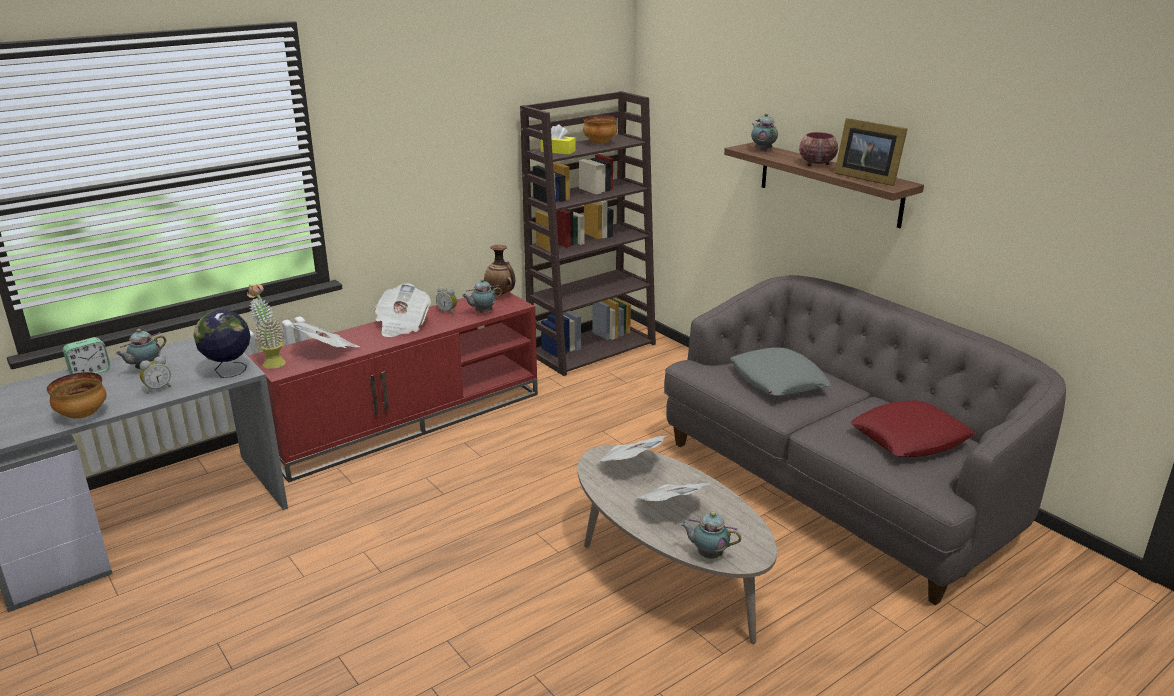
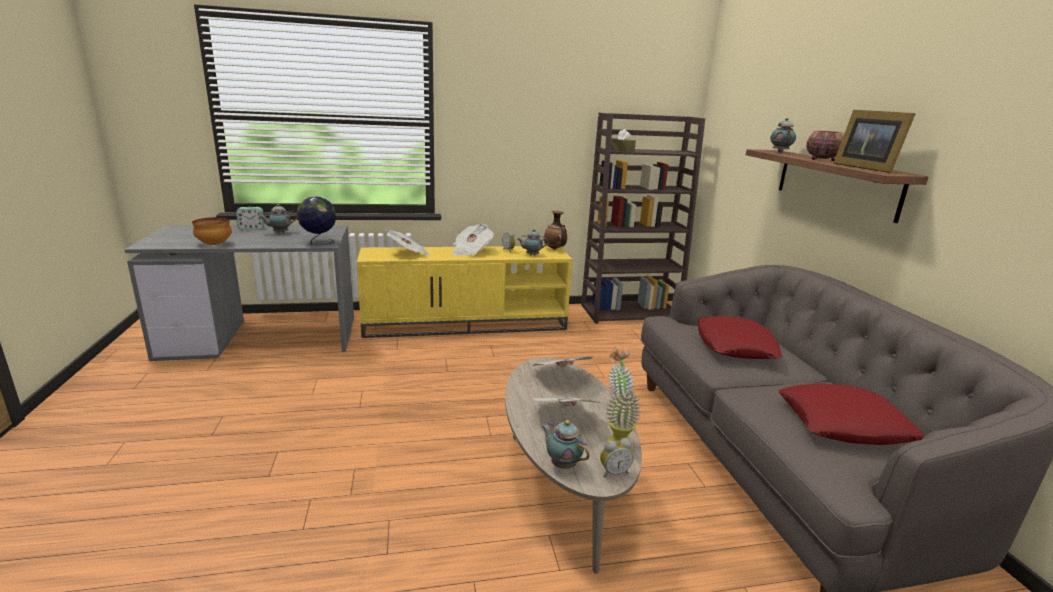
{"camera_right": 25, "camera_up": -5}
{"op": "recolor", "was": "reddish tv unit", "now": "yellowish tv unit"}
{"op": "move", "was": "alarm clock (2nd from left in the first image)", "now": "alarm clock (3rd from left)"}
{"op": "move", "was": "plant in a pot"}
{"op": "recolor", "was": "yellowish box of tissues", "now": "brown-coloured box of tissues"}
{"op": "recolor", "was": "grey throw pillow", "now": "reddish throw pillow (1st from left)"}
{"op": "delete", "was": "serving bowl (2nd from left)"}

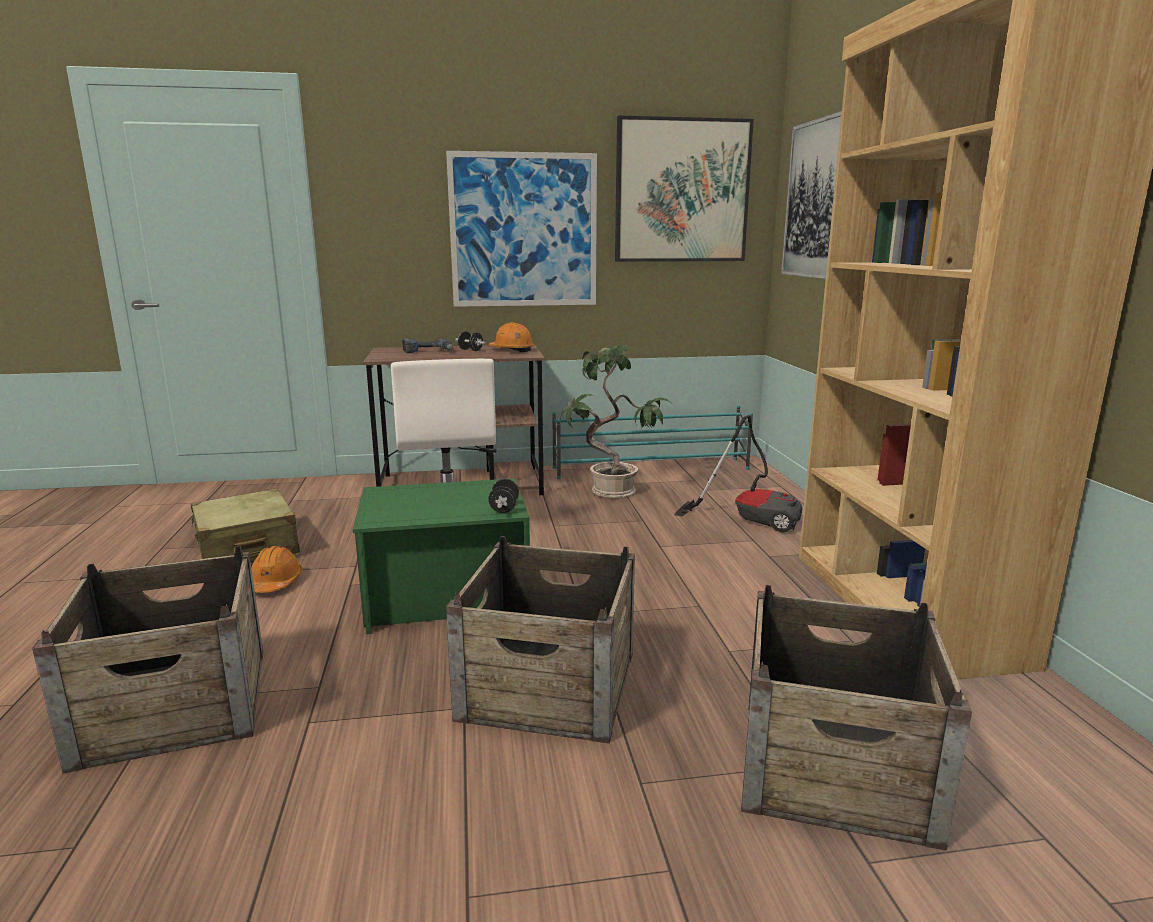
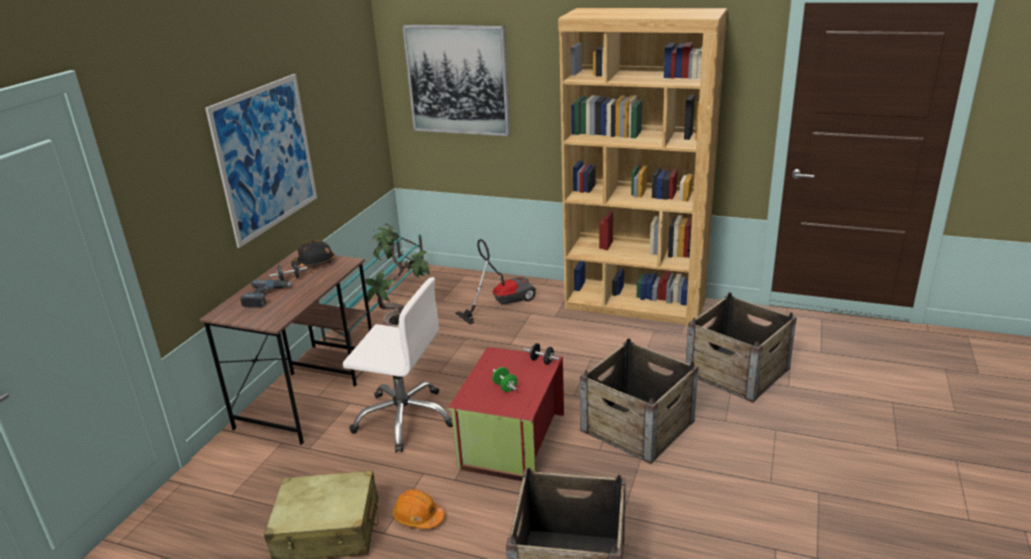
{"camera_right": -60, "camera_up": 10}
{"op": "recolor", "was": "orange-coloured safety helmet (2nd from left)", "now": "black-coloured safety helmet"}
{"op": "recolor", "was": "greenish storage box", "now": "reddish storage box"}
{"op": "insert", "now": "greenish dumbbell"}
{"op": "delete", "was": "wall picture (2nd from left)"}

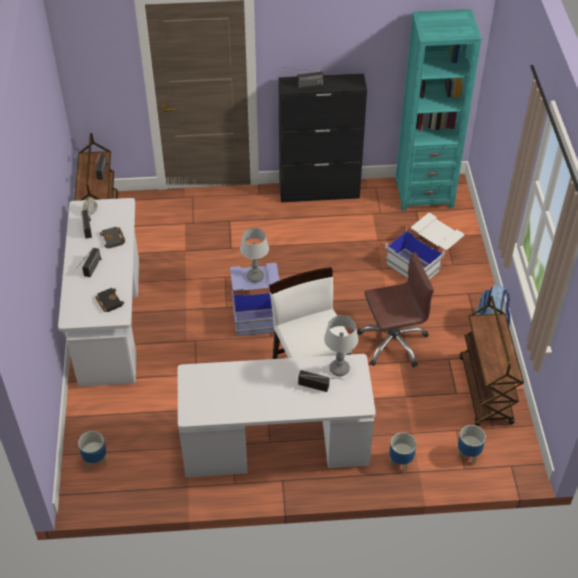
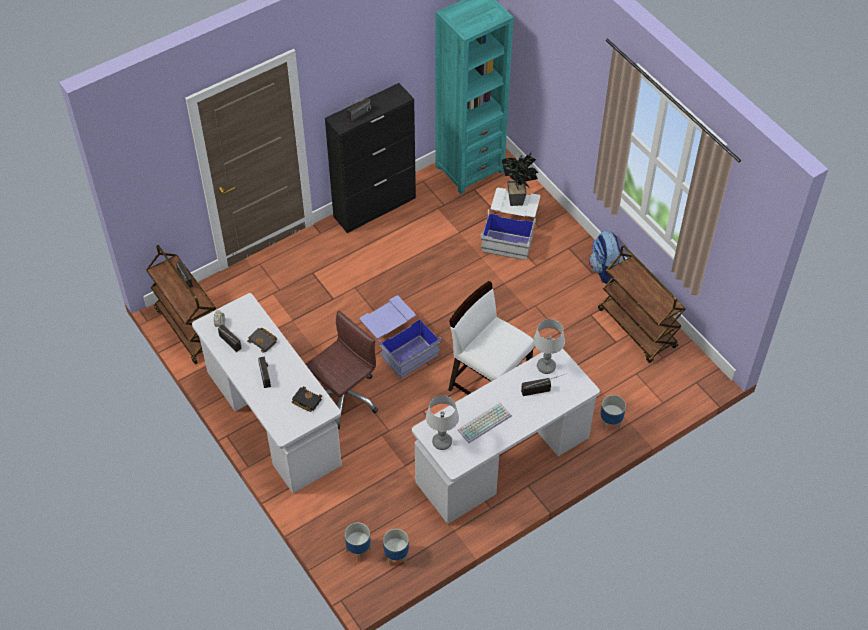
{"camera_right": -30, "camera_up": 5}
{"op": "move", "was": "brown-coloured desk chair"}
{"op": "move", "was": "planter (3rd from left in the first image)", "now": "planter (2nd from left)"}
{"op": "move", "was": "table lamp (1st from left)"}
{"op": "insert", "now": "keyboard"}
{"op": "insert", "now": "plant in a pot"}

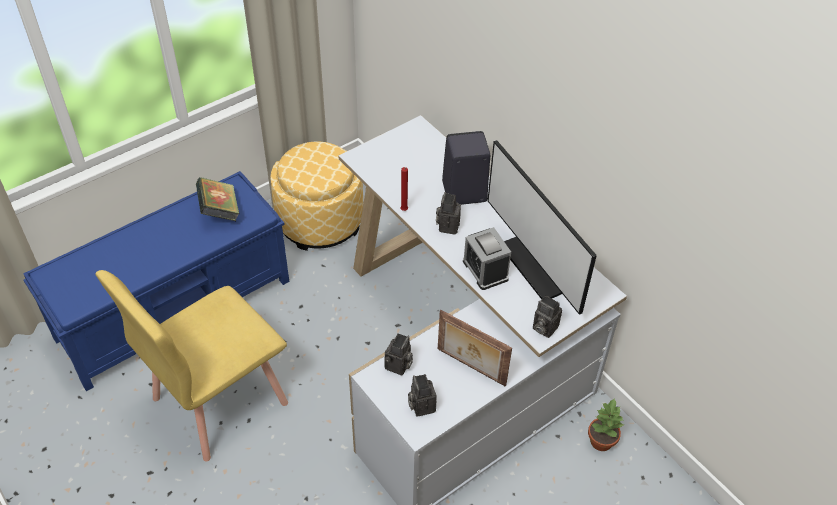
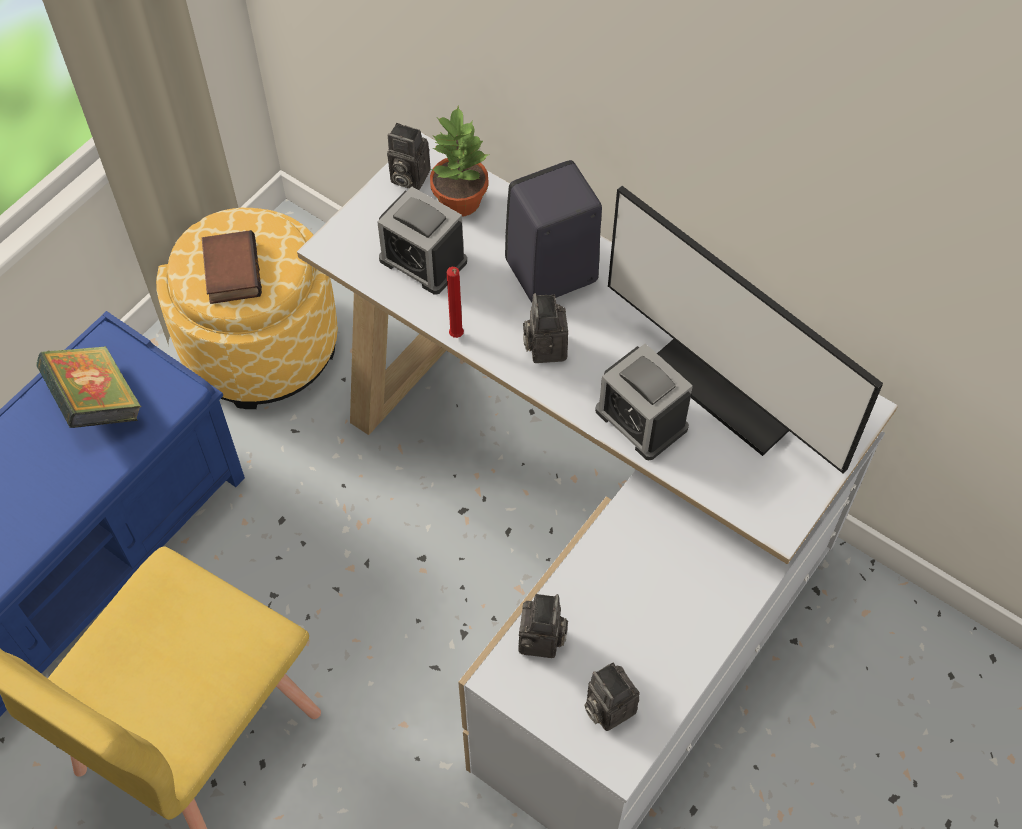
{"camera_right": -15, "camera_up": 10}
{"op": "insert", "now": "bound book (2nd from left)"}
{"op": "insert", "now": "alarm clock (1st from left)"}
{"op": "move", "was": "still camera (4th from left in the first image)", "now": "still camera (1st from left)"}
{"op": "move", "was": "plant in a pot"}
{"op": "delete", "was": "standing frame"}

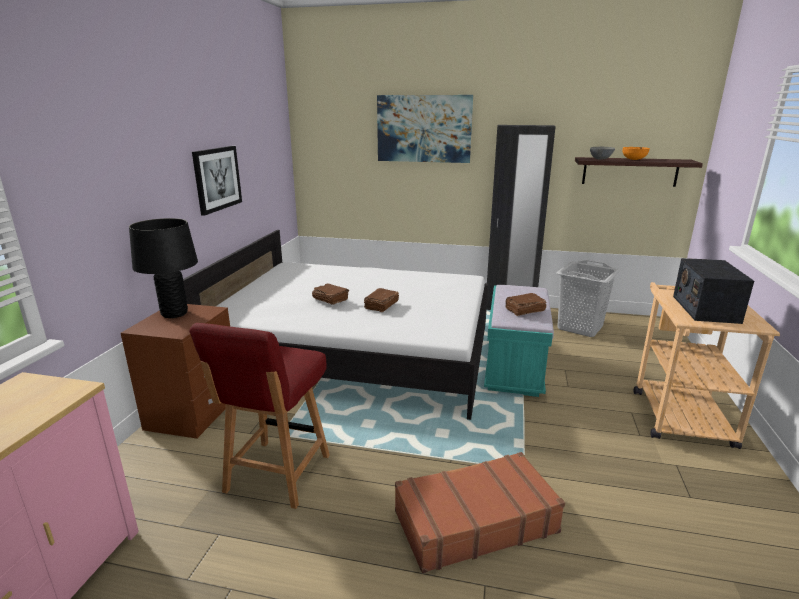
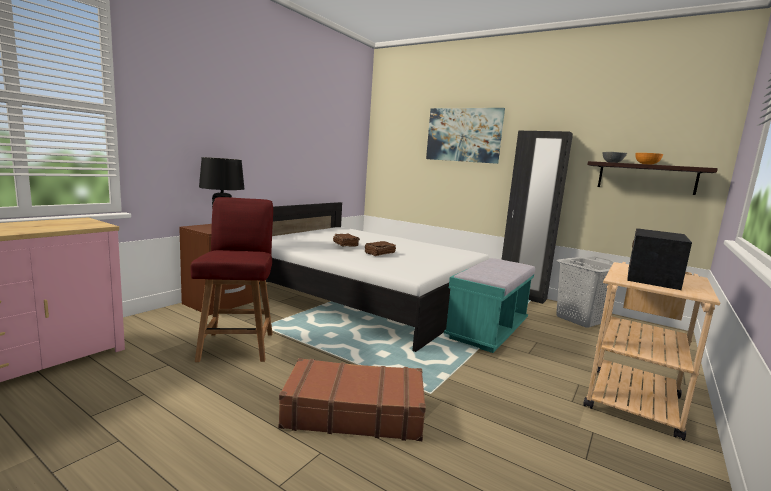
{"camera_right": 20, "camera_up": -10}
{"op": "rotate", "was": "reddish upright chair", "clockwise": 135}
{"op": "delete", "was": "wall picture (1st from left)"}
{"op": "delete", "was": "brown-coloured bound book (3rd from left)"}

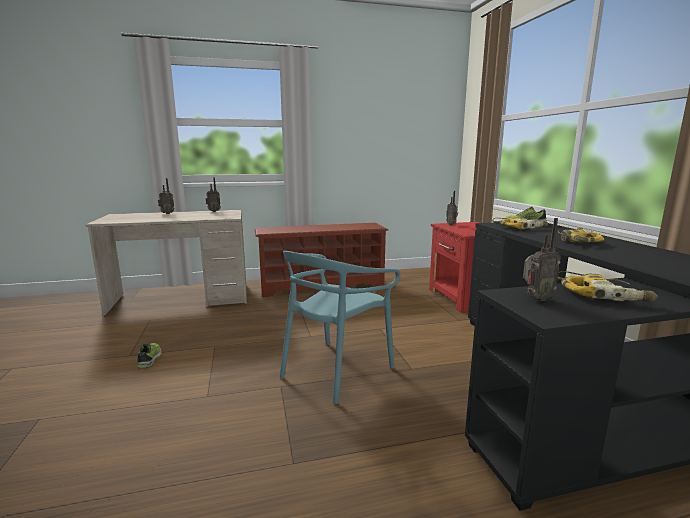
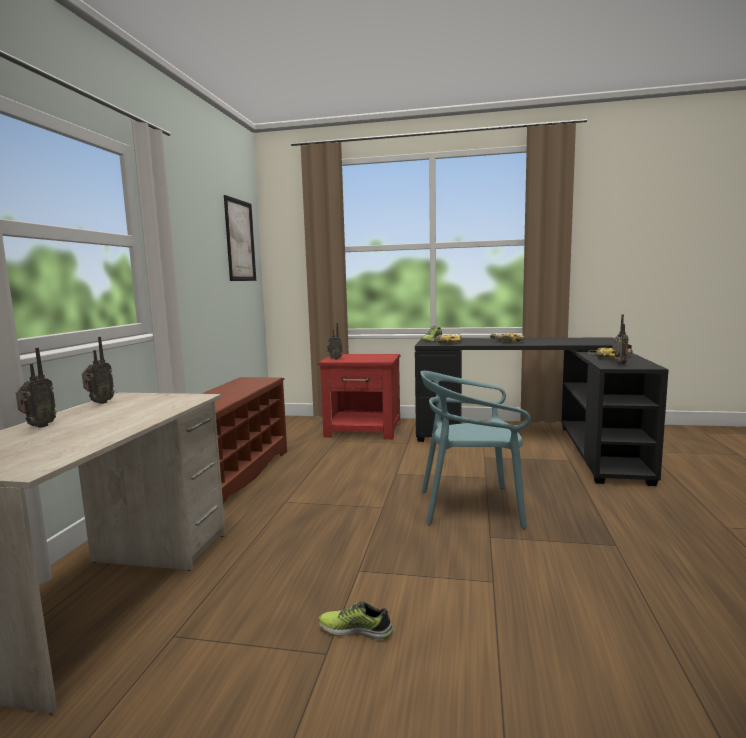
{"camera_right": -65, "camera_up": -5}
{"op": "insert", "now": "wall picture"}
{"op": "rotate", "was": "blue-green upright chair", "clockwise": 120}

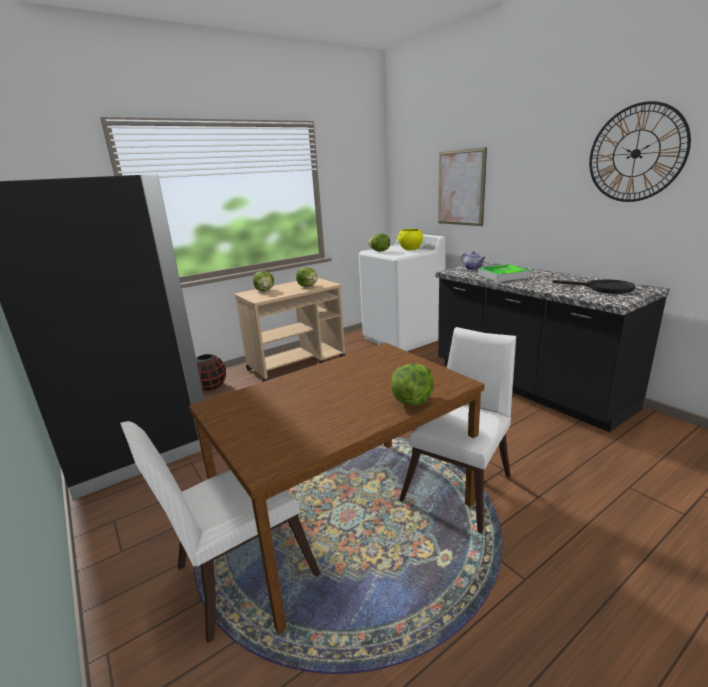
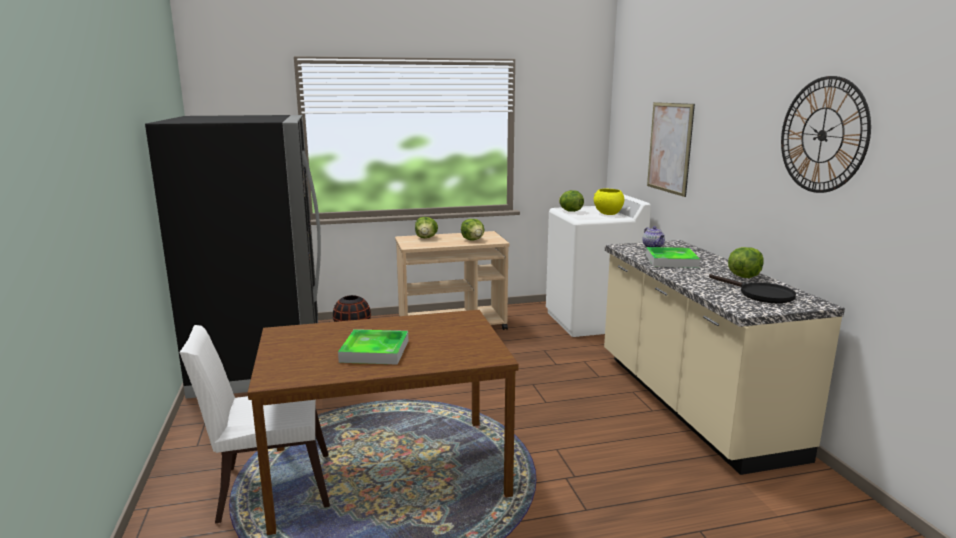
{"camera_right": 20, "camera_up": -5}
{"op": "insert", "now": "serving tray (1st from left)"}
{"op": "recolor", "was": "black-coloured kitchen base unit", "now": "beige-coloured kitchen base unit"}
{"op": "move", "was": "head of lettuce (4th from left)"}
{"op": "delete", "was": "whitish upright chair (2nd from left)"}

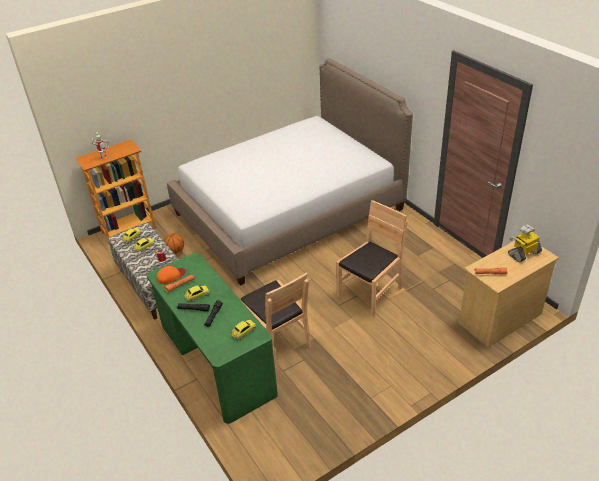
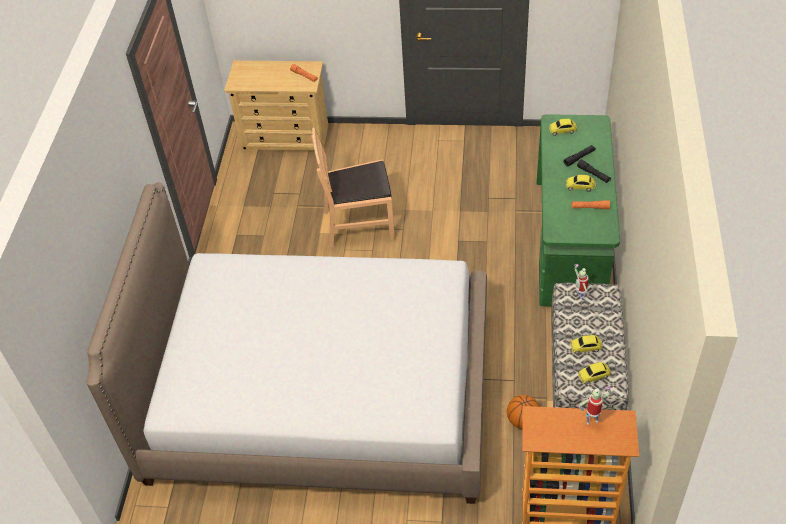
{"camera_right": -140, "camera_up": 10}
{"op": "delete", "was": "orange-coloured baseball cap"}
{"op": "delete", "was": "brown-coloured upright chair (1st from left)"}
{"op": "delete", "was": "model robot (3rd from left)"}

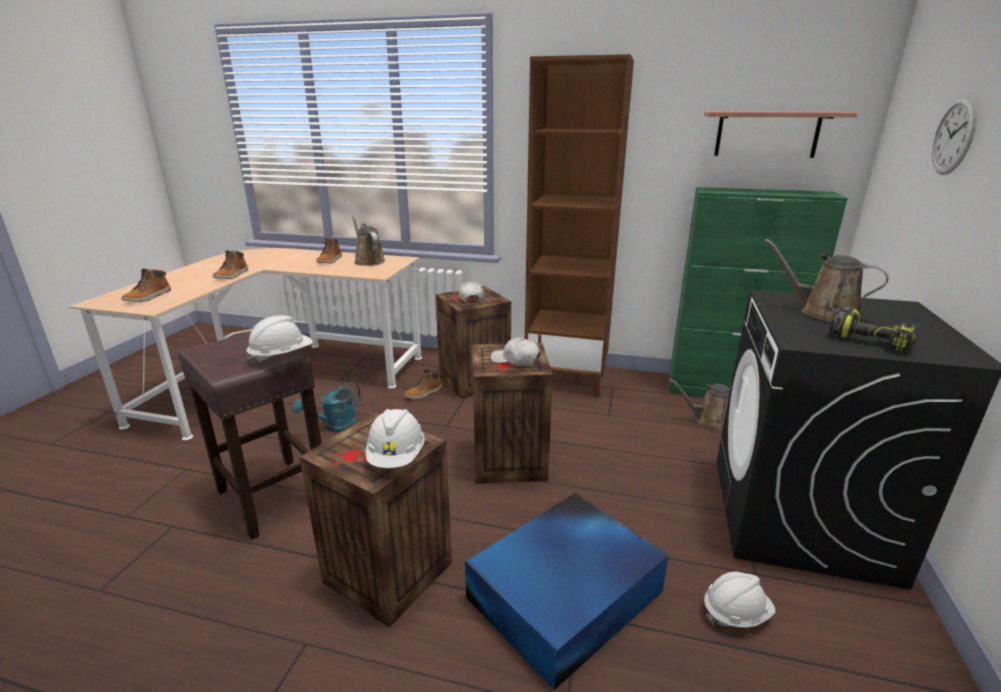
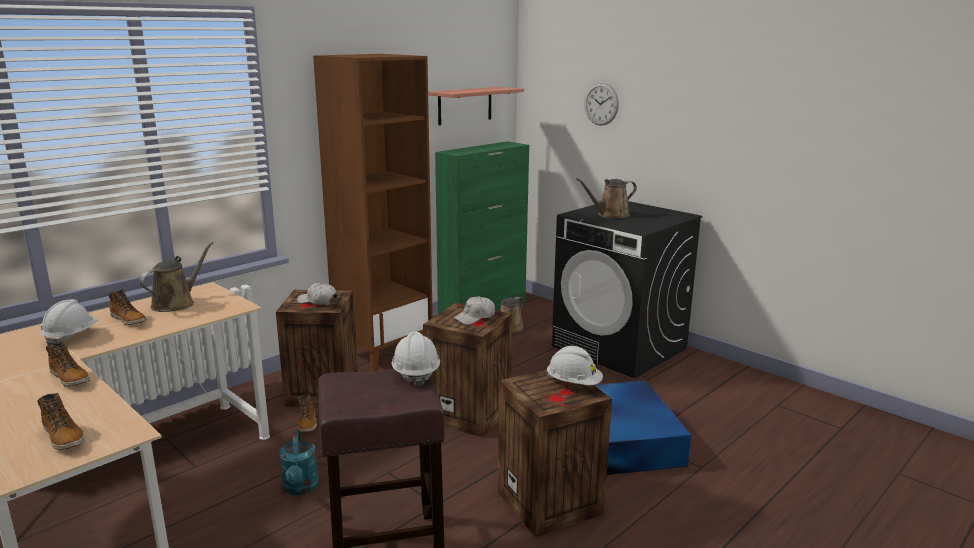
{"camera_right": -60, "camera_up": -5}
{"op": "move", "was": "whitish safety helmet (3rd from left in the first image)", "now": "whitish safety helmet (1st from left)"}
{"op": "rotate", "was": "brown-coloured watering pot (1st from left)", "clockwise": 120}
{"op": "delete", "was": "drill"}

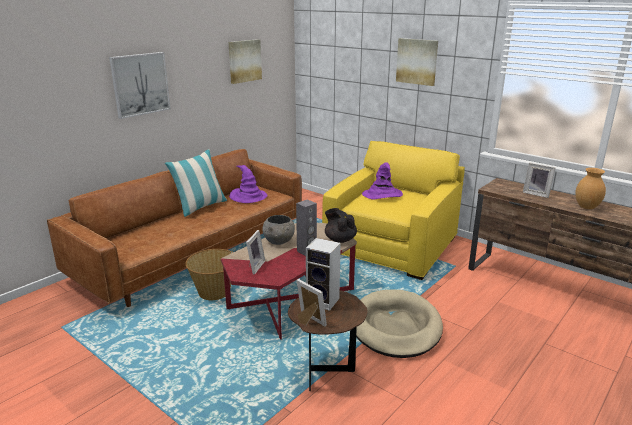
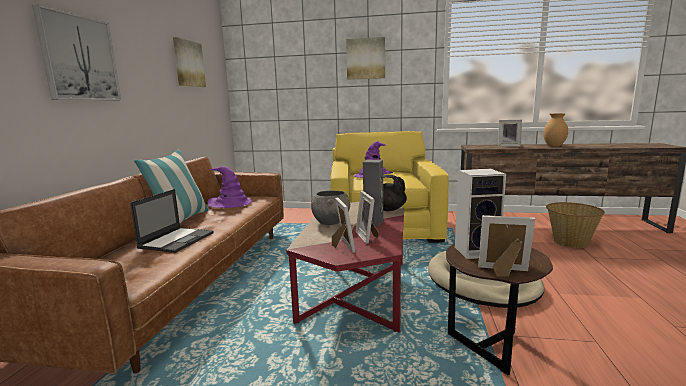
{"camera_right": -30, "camera_up": -10}
{"op": "insert", "now": "laptop"}
{"op": "insert", "now": "standing frame (2nd from left)"}
{"op": "move", "was": "storage basket"}

